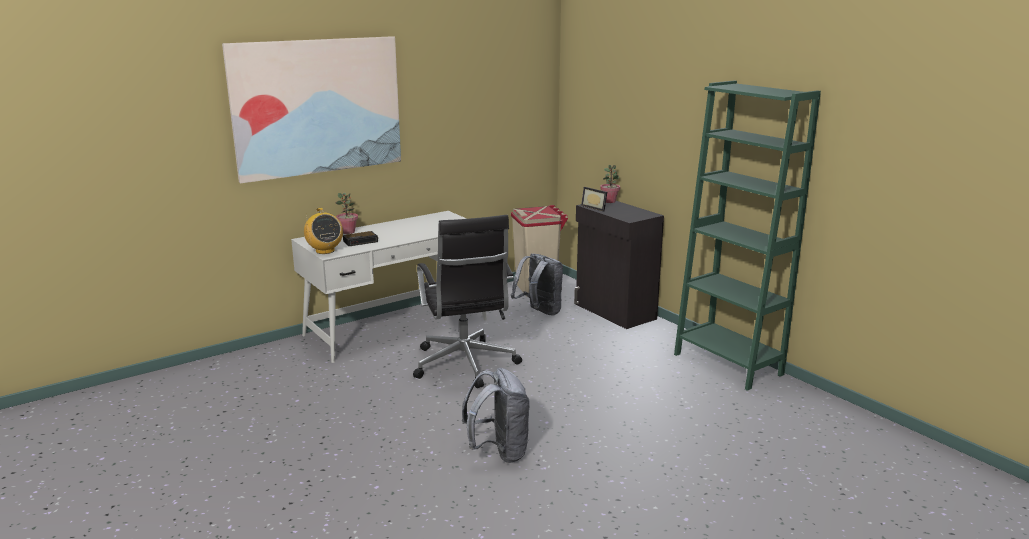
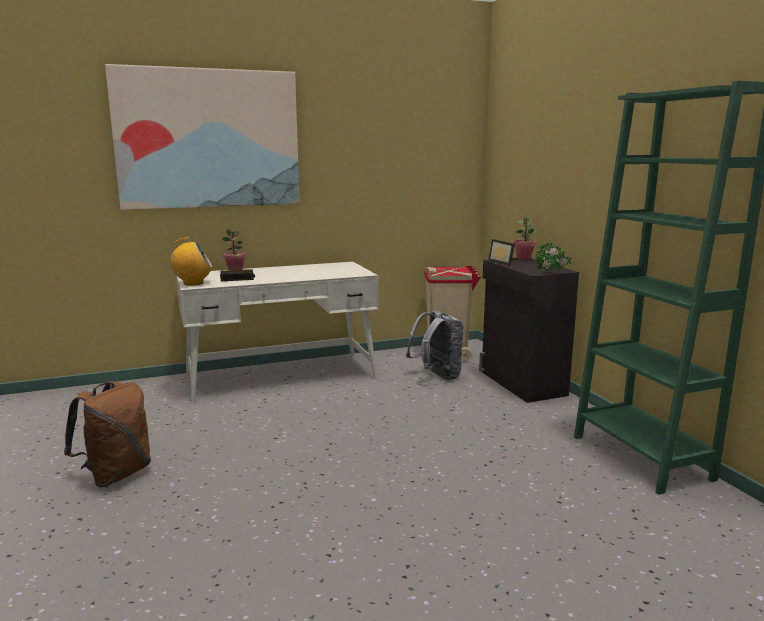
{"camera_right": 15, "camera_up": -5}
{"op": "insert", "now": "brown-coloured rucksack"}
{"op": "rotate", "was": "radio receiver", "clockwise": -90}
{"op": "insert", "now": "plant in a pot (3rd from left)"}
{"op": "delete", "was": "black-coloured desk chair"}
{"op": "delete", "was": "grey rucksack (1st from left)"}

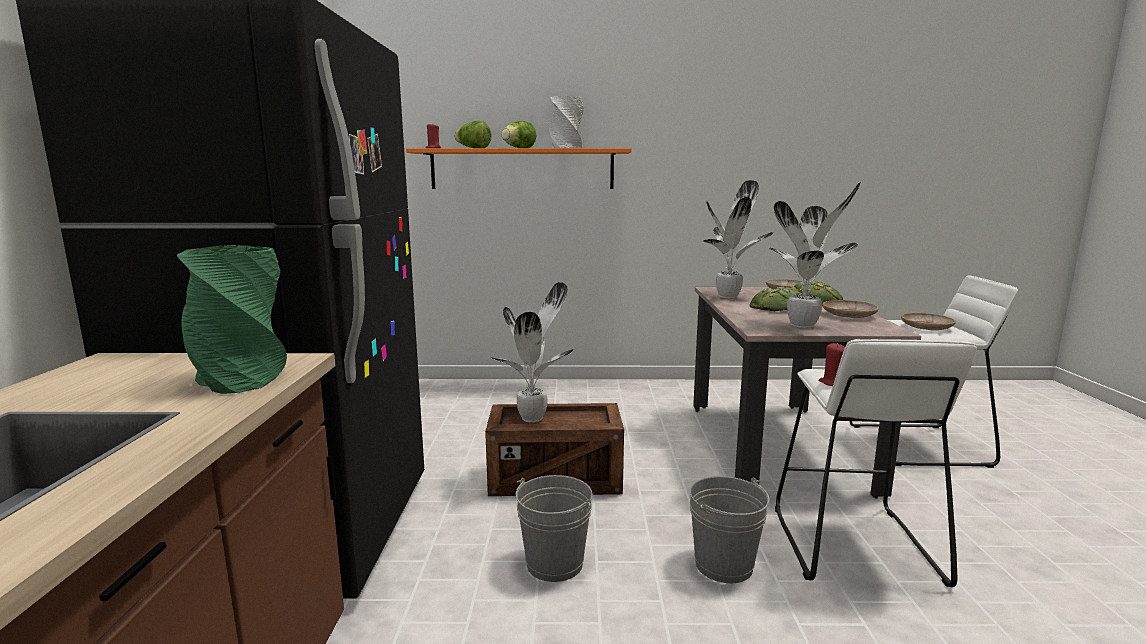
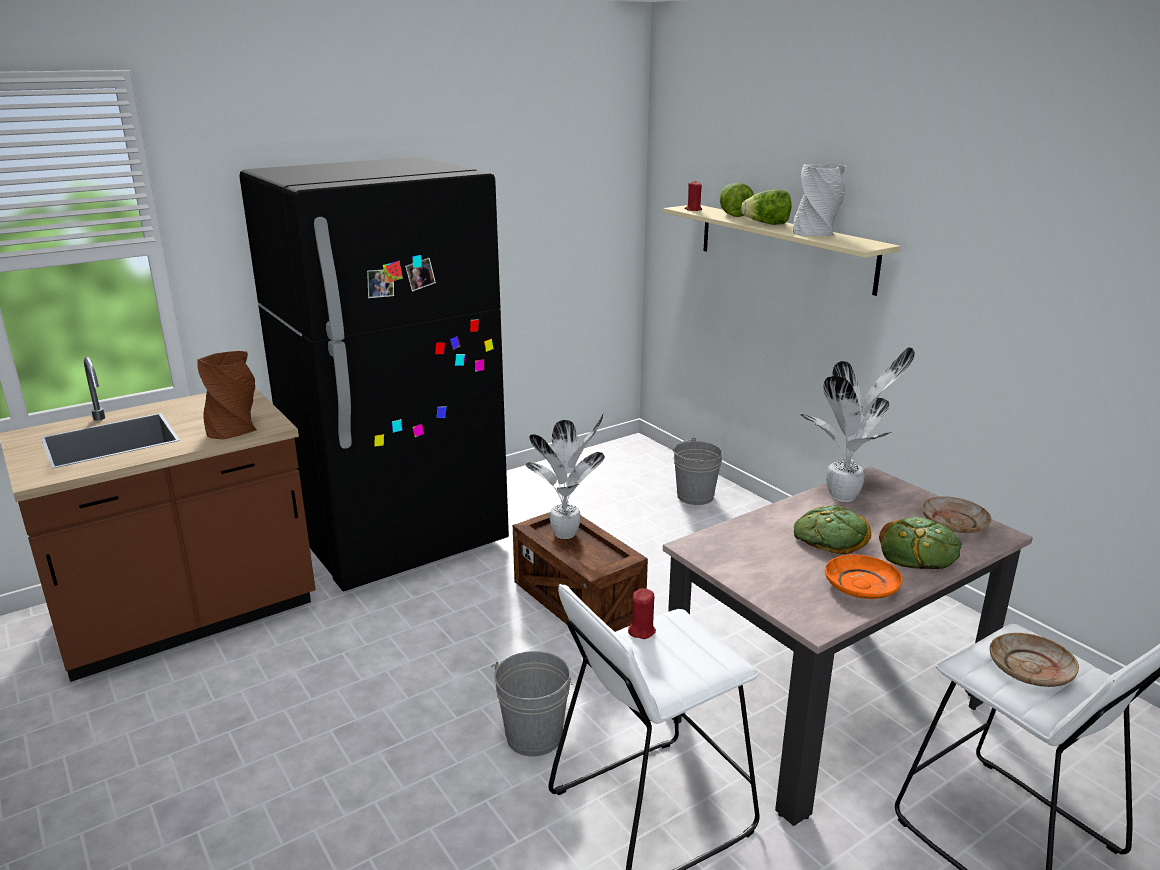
{"camera_right": 55, "camera_up": 10}
{"op": "recolor", "was": "greenish vase", "now": "brown-coloured vase"}
{"op": "recolor", "was": "orange-coloured shelf", "now": "beige-coloured shelf"}
{"op": "move", "was": "grey water bucket (1st from left in the first image)", "now": "grey water bucket (2nd from left)"}
{"op": "recolor", "was": "beige-coloured flat dish (2nd from left)", "now": "orange-coloured flat dish"}
{"op": "delete", "was": "plant in a pot (3rd from left)"}

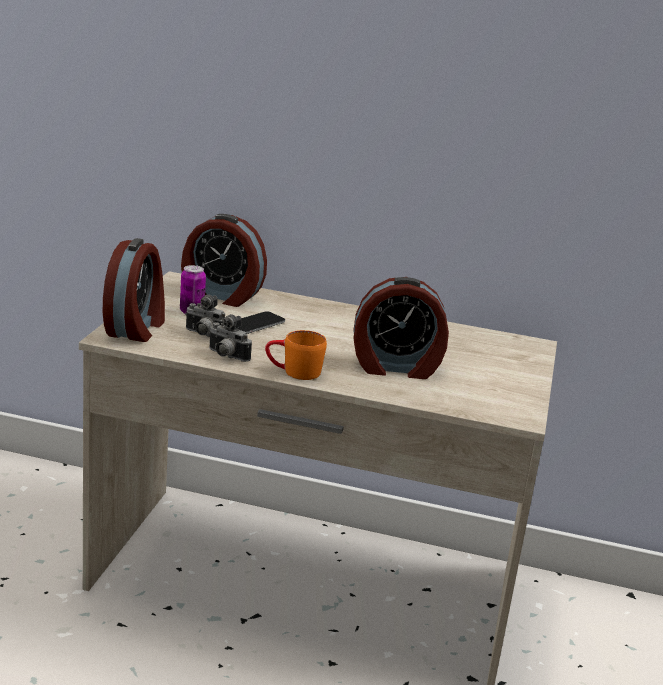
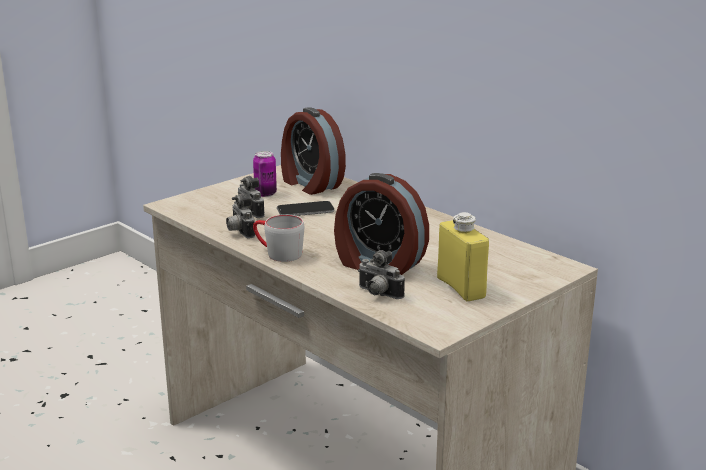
{"camera_right": 35, "camera_up": 0}
{"op": "recolor", "was": "orange-coloured tea mug", "now": "grey tea mug"}
{"op": "insert", "now": "still camera (3rd from left)"}
{"op": "insert", "now": "yellowish beverage bottle"}
{"op": "delete", "was": "alarm clock (1st from left)"}

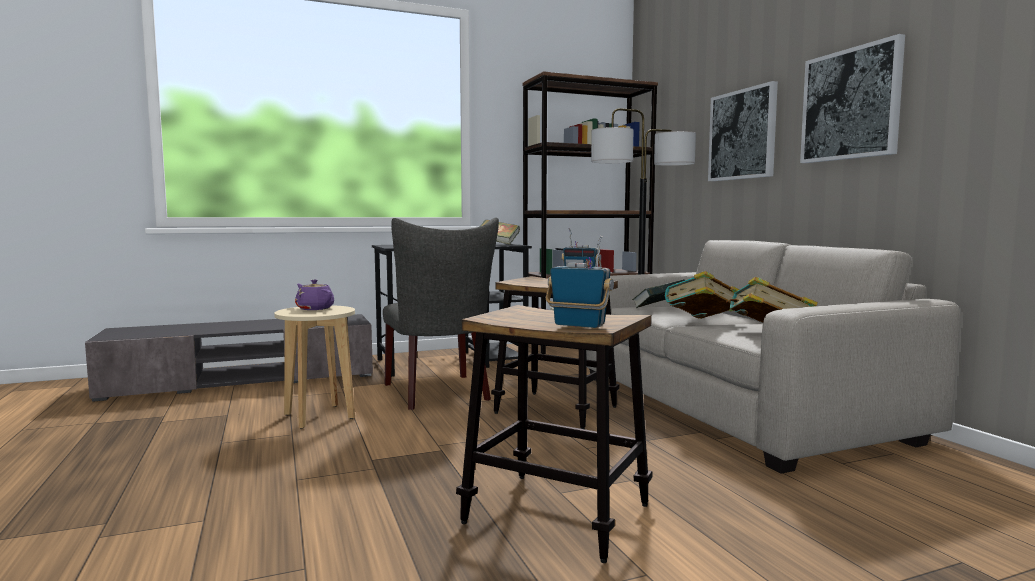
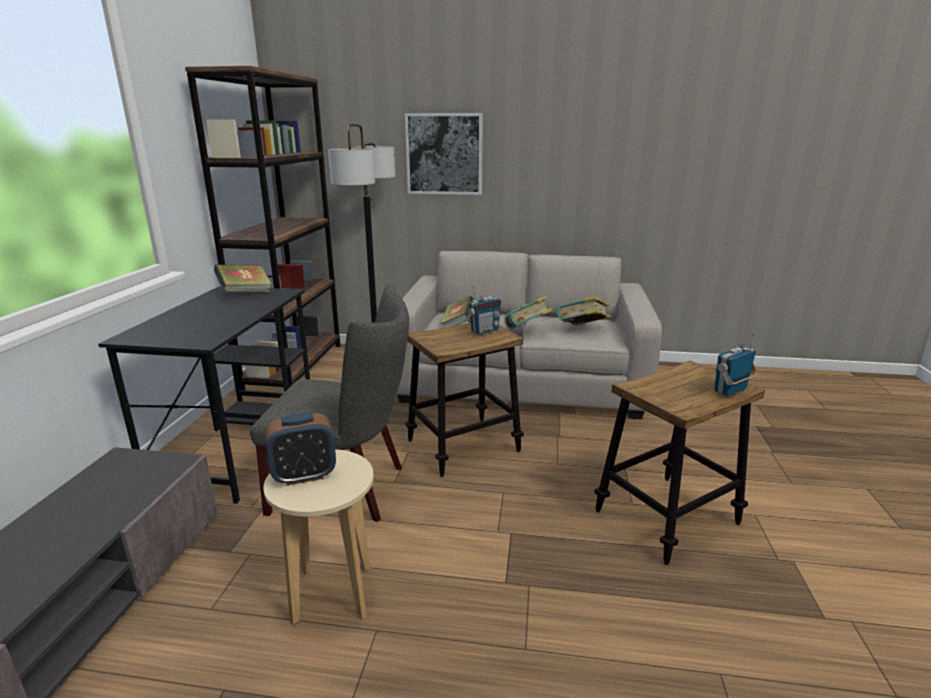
{"camera_right": -60, "camera_up": 15}
{"op": "replace", "was": "purple tea pot", "now": "alarm clock"}
{"op": "delete", "was": "wall picture (2nd from left)"}

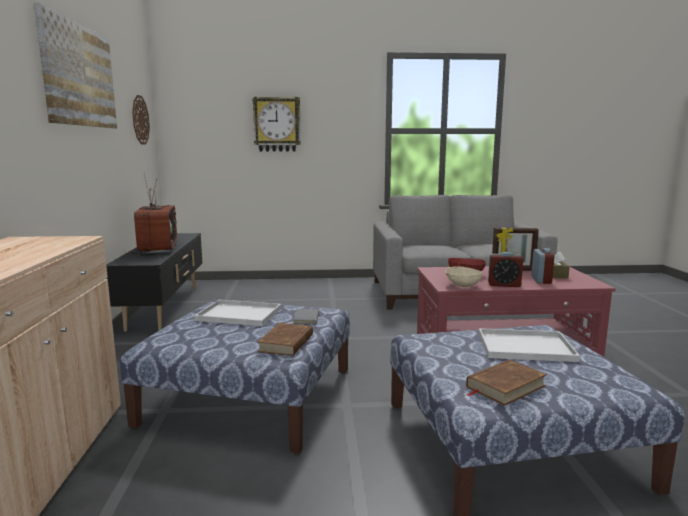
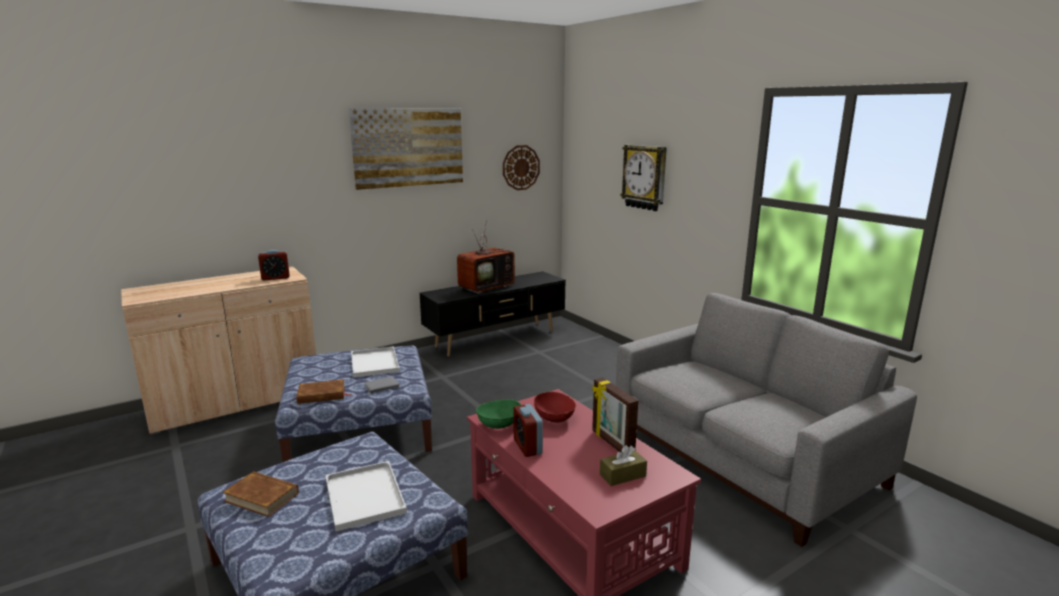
{"camera_right": 60, "camera_up": 5}
{"op": "move", "was": "alarm clock (2nd from left in the first image)", "now": "alarm clock (1st from left)"}
{"op": "recolor", "was": "beige-coloured serving bowl", "now": "greenish serving bowl"}

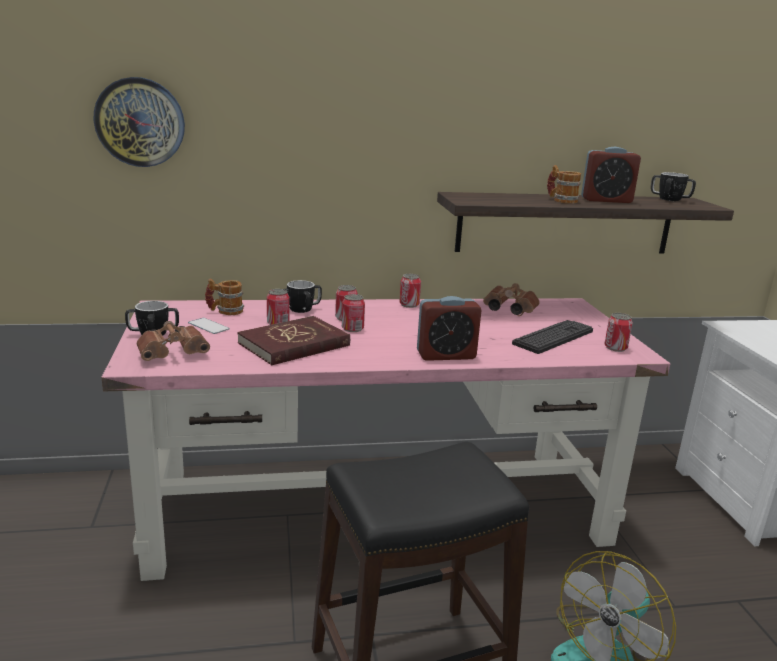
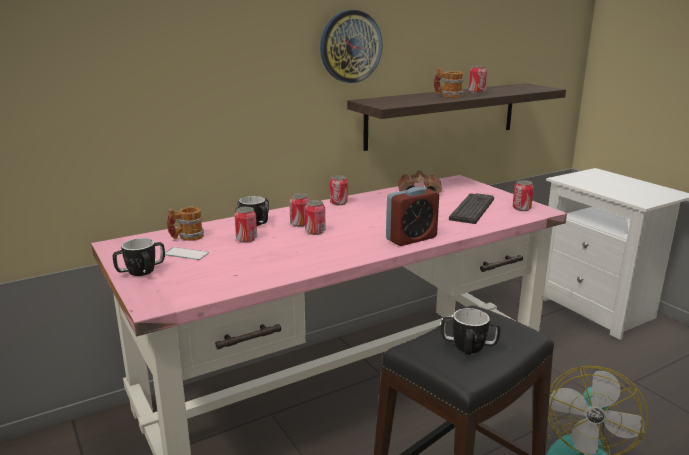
{"camera_right": -20, "camera_up": 0}
{"op": "move", "was": "wall clock"}
{"op": "move", "was": "tea mug (5th from left)"}
{"op": "replace", "was": "alarm clock (2nd from left)", "now": "can (5th from left)"}
{"op": "delete", "was": "brown-coloured pair of binoculars (1st from left)"}
{"op": "delete", "was": "reddish bound book"}

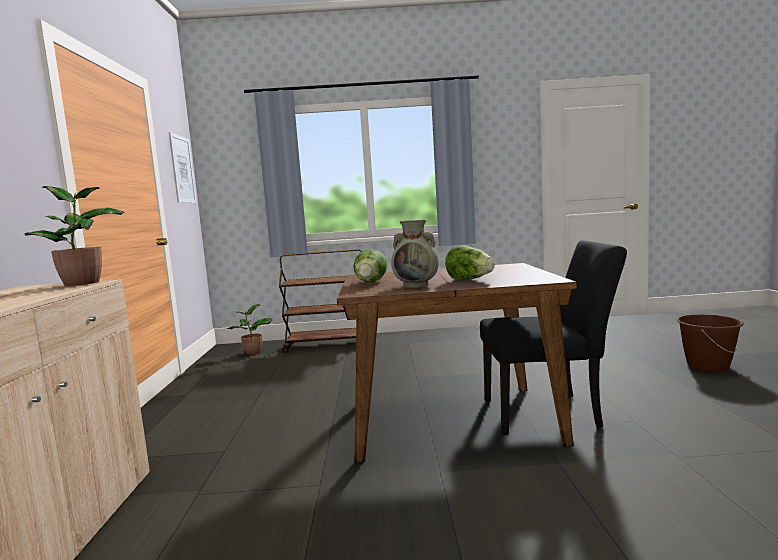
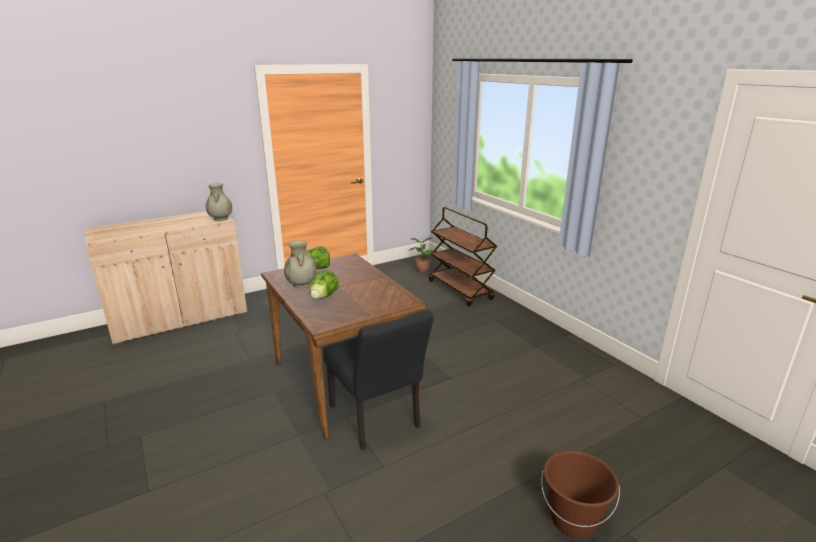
{"camera_right": 60, "camera_up": 15}
{"op": "replace", "was": "plant in a pot (1st from left)", "now": "beige-coloured vase (1st from left)"}
{"op": "delete", "was": "wall picture"}

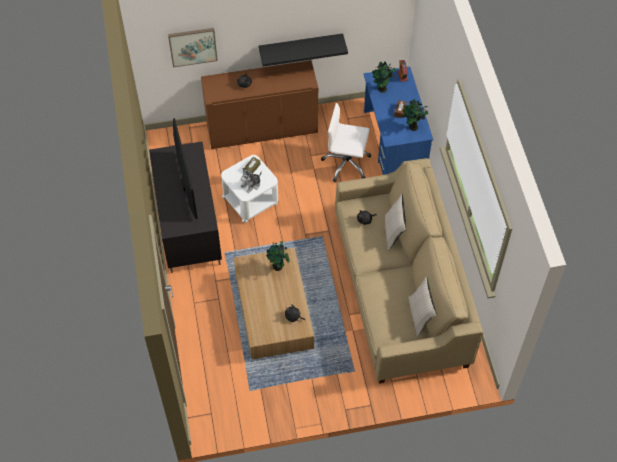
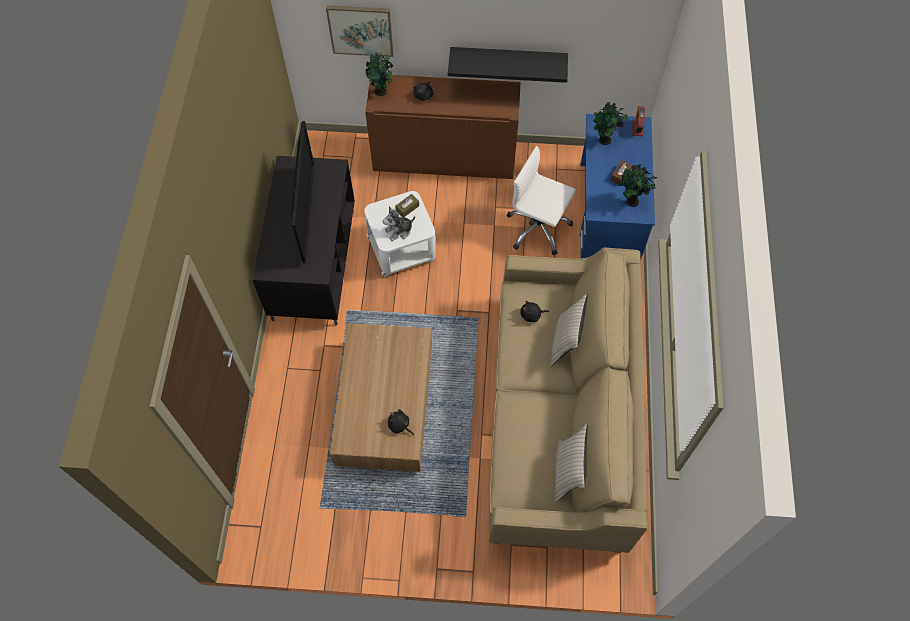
{"camera_right": 15, "camera_up": 5}
{"op": "move", "was": "plant in a pot (1st from left)"}

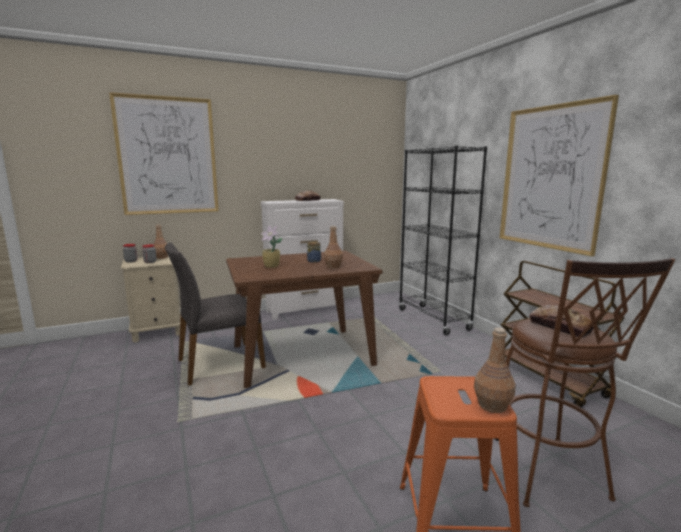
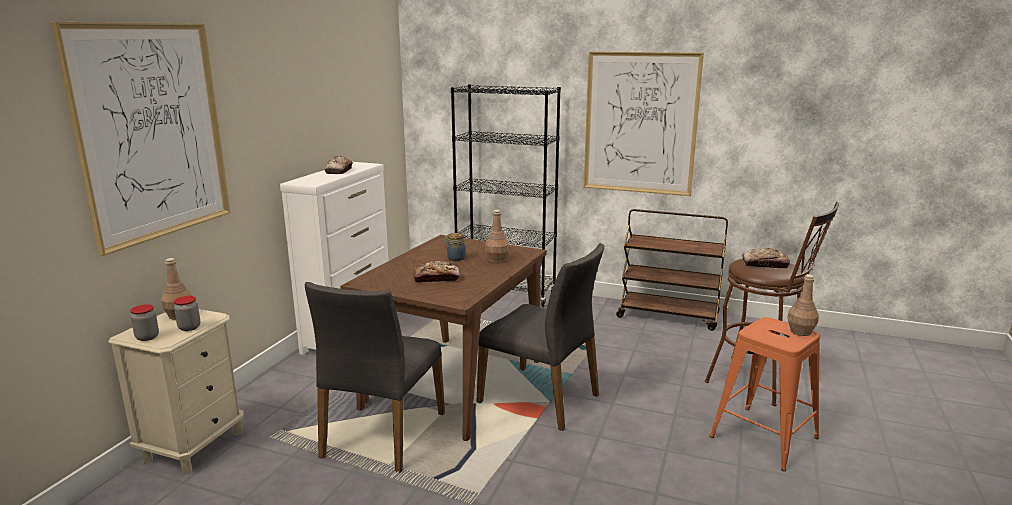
{"camera_right": -45, "camera_up": 5}
{"op": "replace", "was": "plant in a pot", "now": "baked bread (2nd from left)"}
{"op": "insert", "now": "grey upright chair (2nd from left)"}

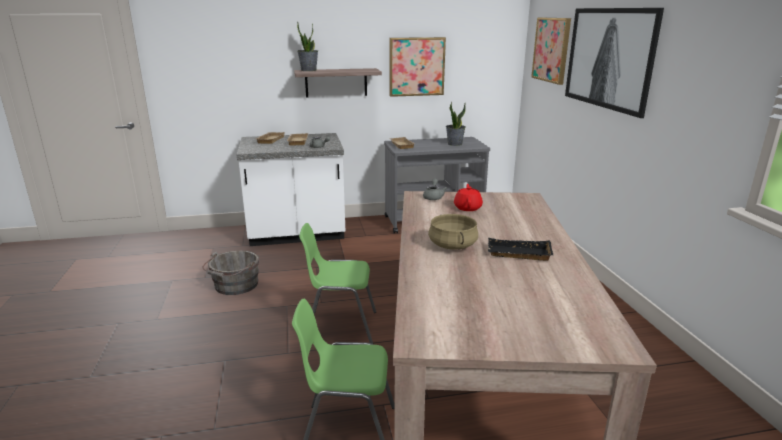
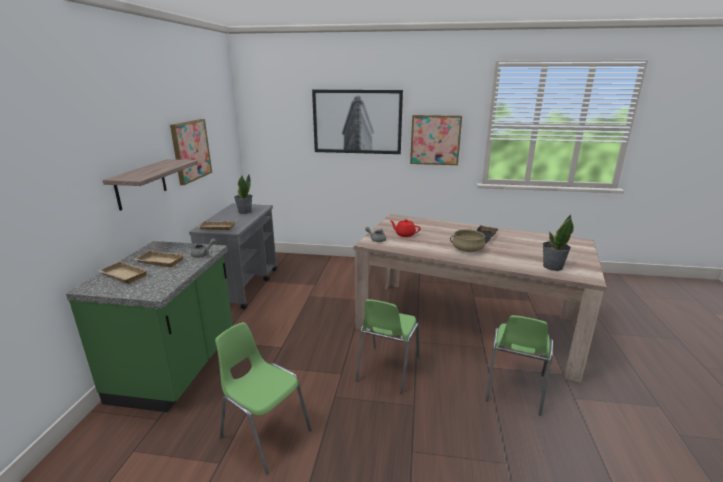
{"camera_right": -70, "camera_up": 0}
{"op": "recolor", "was": "whitish kitchen base unit", "now": "greenish kitchen base unit"}
{"op": "replace", "was": "grey water bucket", "now": "greenish upright chair (1st from left)"}
{"op": "move", "was": "wall picture (2nd from left in the first image)", "now": "wall picture (3rd from left)"}
{"op": "move", "was": "plant in a pot (1st from left in the first image)", "now": "plant in a pot (2nd from left)"}

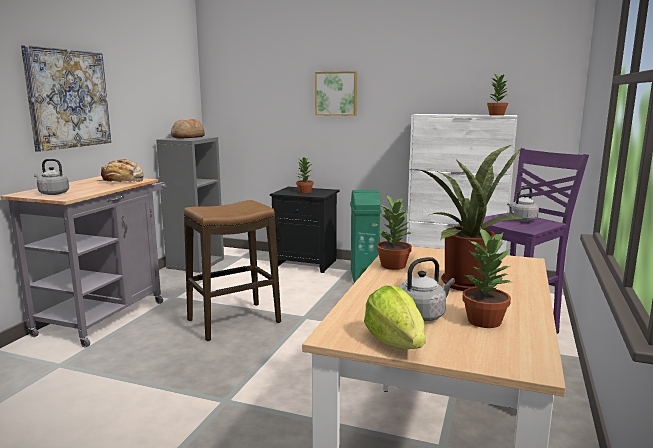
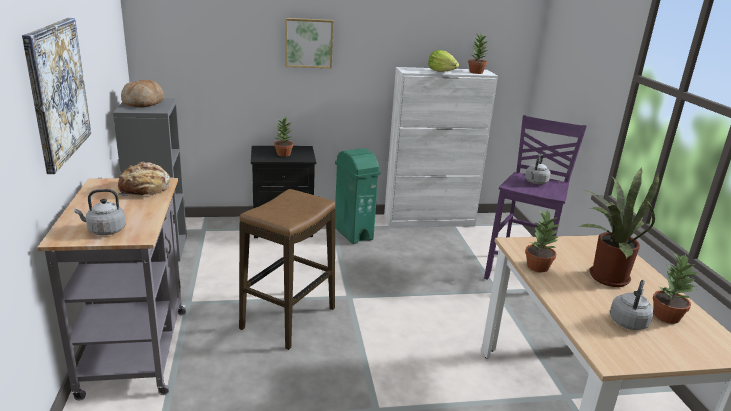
{"camera_right": -30, "camera_up": 10}
{"op": "move", "was": "head of lettuce"}

